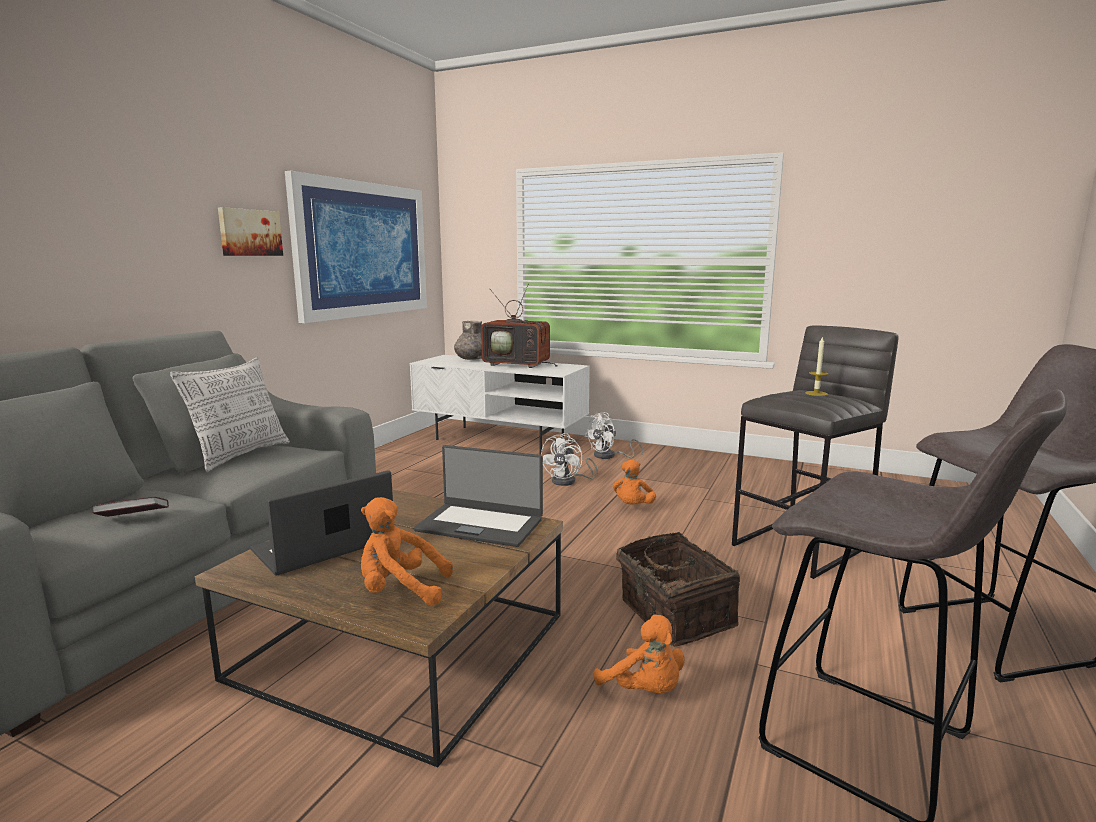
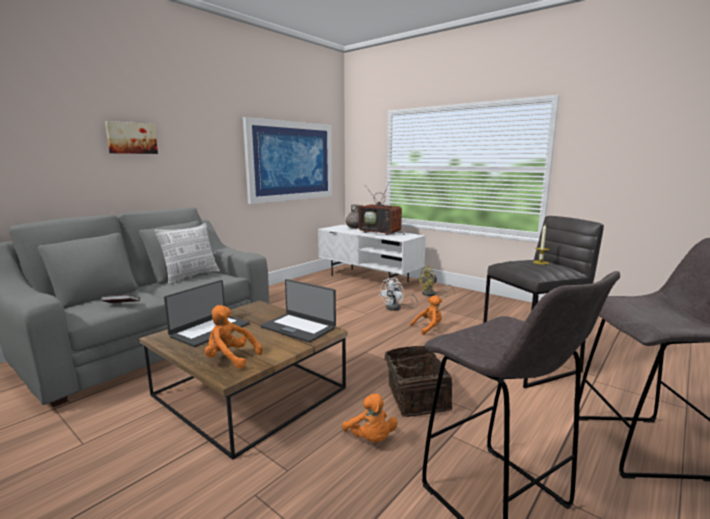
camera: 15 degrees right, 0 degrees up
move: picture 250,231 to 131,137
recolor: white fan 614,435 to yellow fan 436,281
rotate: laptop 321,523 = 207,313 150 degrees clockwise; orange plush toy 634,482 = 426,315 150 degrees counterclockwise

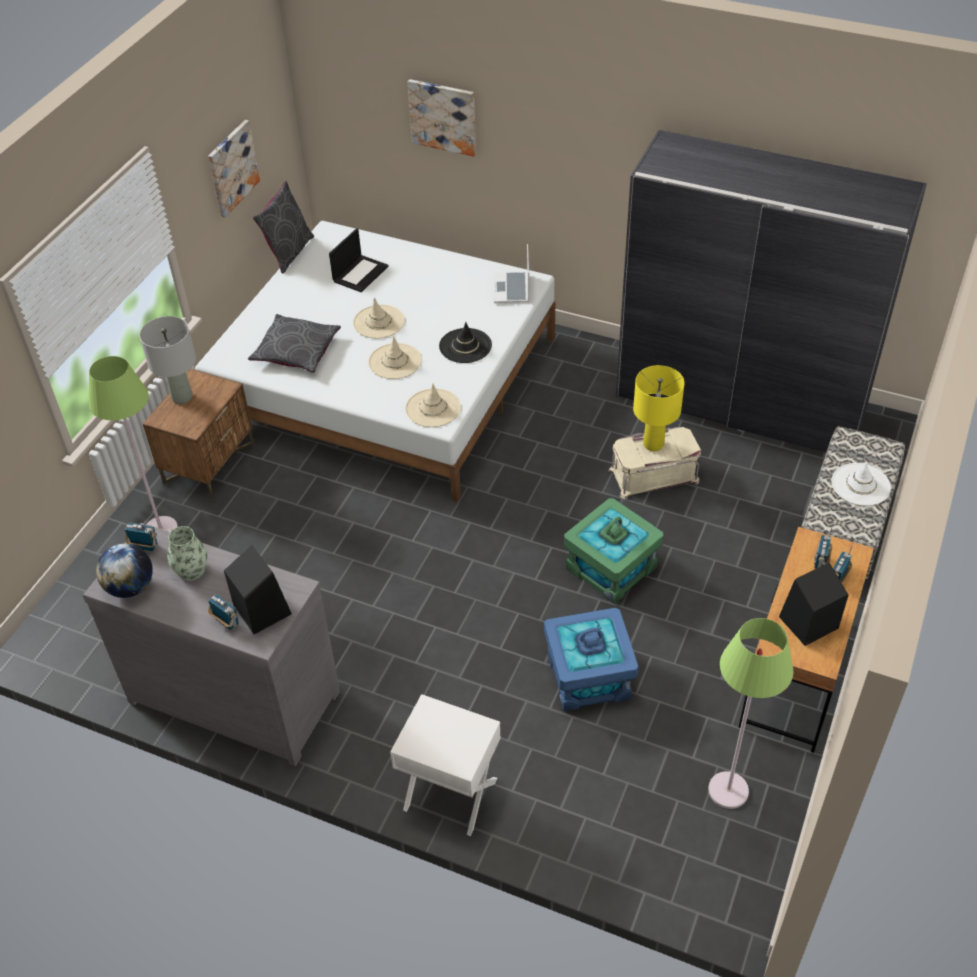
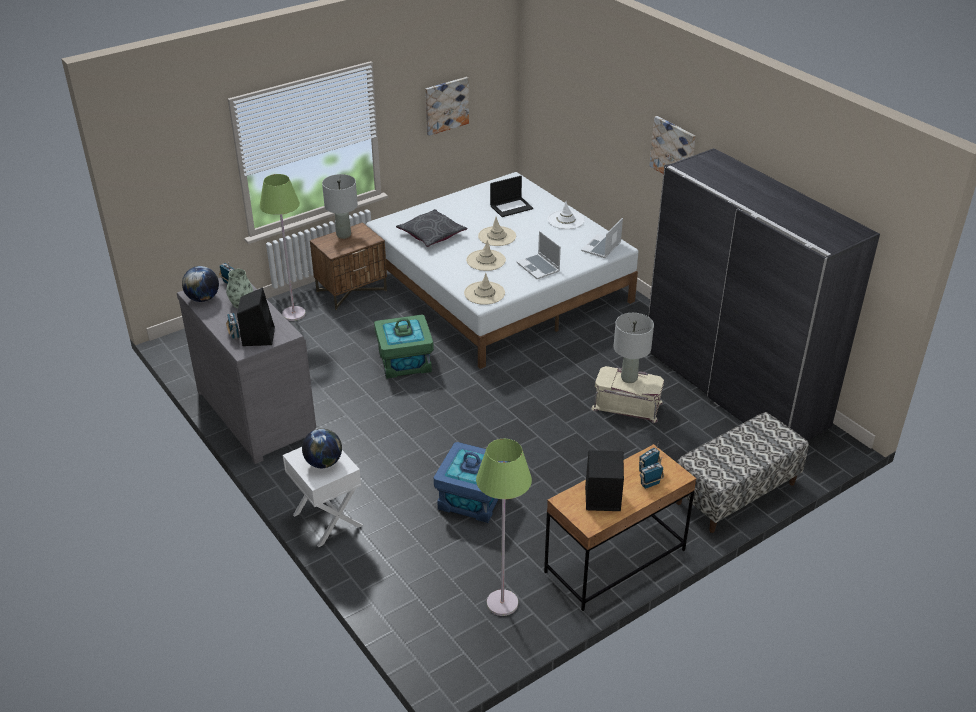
camera: 30 degrees right, 10 degrees down
delete: grey pillow 283,227
insert: globe 322,448
move: picture 442,118 to 672,145; green storage box 613,551 to 404,347; white hat 861,484 to 566,215
replace: black hat 465,342 to laptop 539,255
recolor: yellow table lamp 658,408 to grey table lamp 634,348

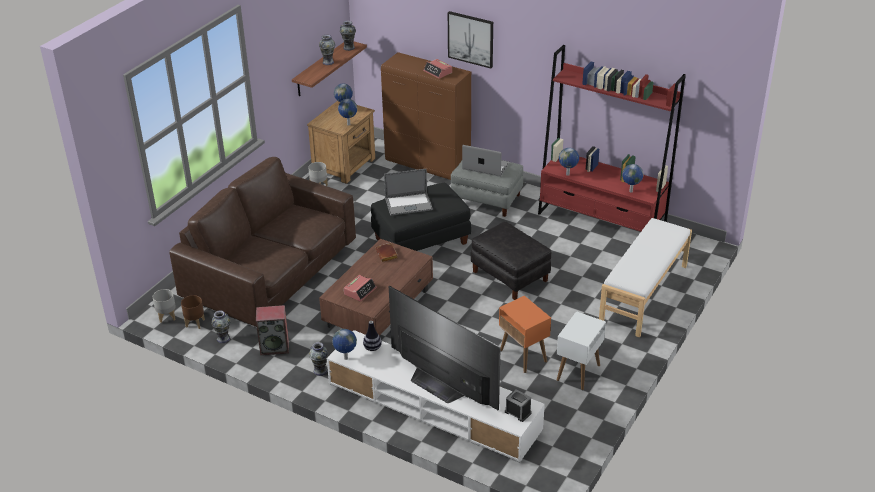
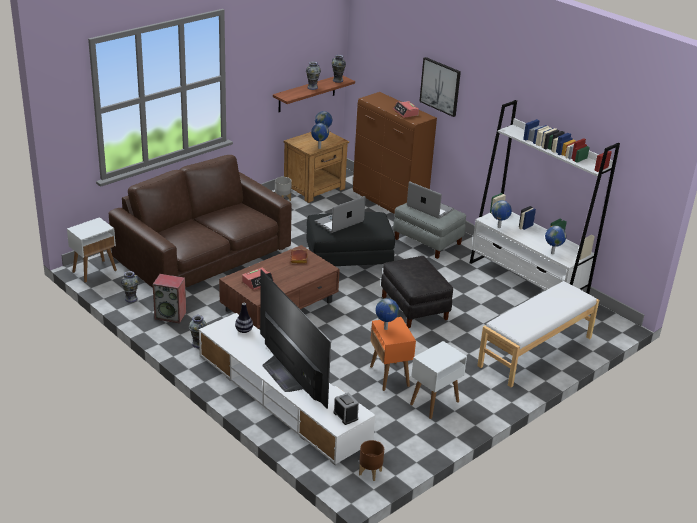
camera: 15 degrees right, 5 degrees down
move: brown planter 193,312 to 371,460; globe 344,344 to 387,314
replace: grey planter 164,306 to white side table 92,250
recolor: red bookcase 612,138 to white bookcase 545,197
rotate: laptop 408,192 = 340,214 135 degrees clockwise

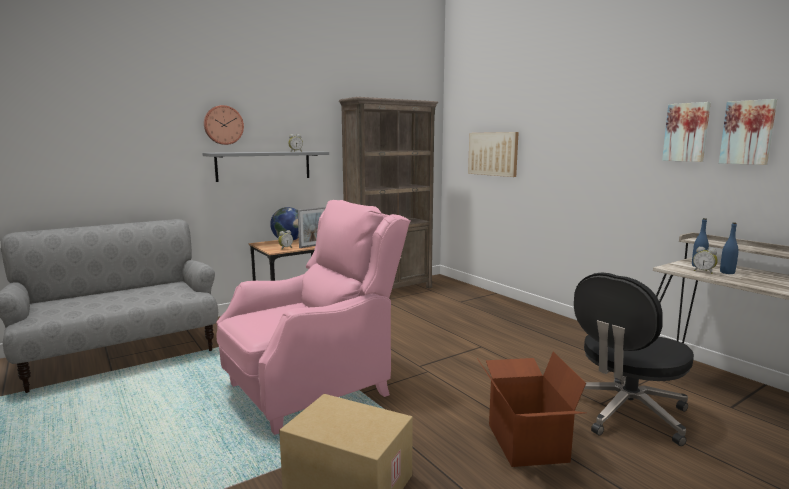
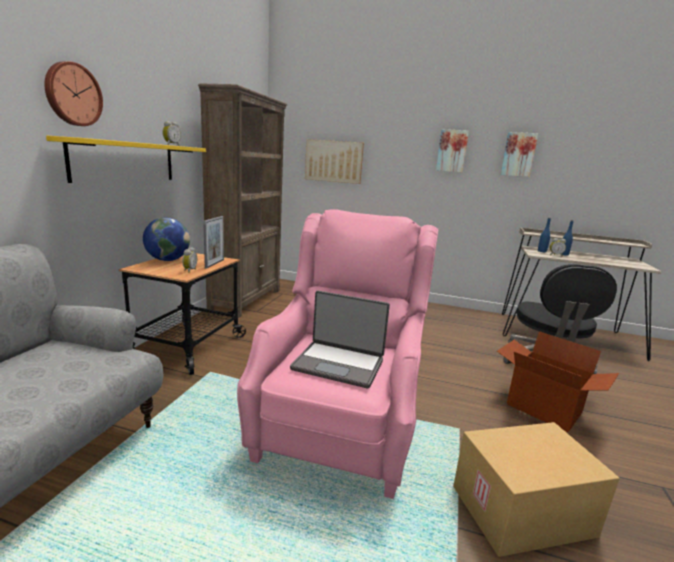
camera: 40 degrees left, 5 degrees up
insert: laptop 340,340
move: picture 748,132 to 452,150
recolor: grey shelf 265,166 to yellow shelf 126,159

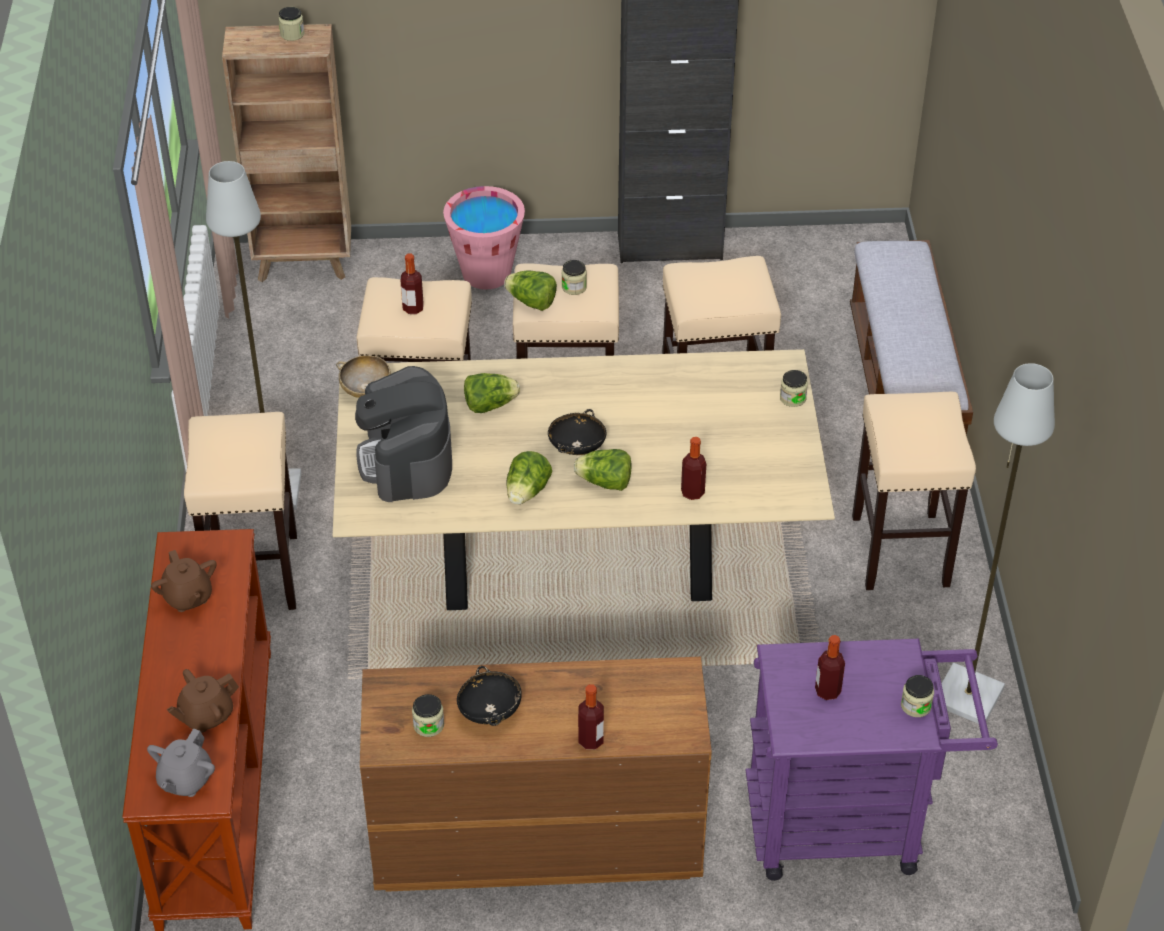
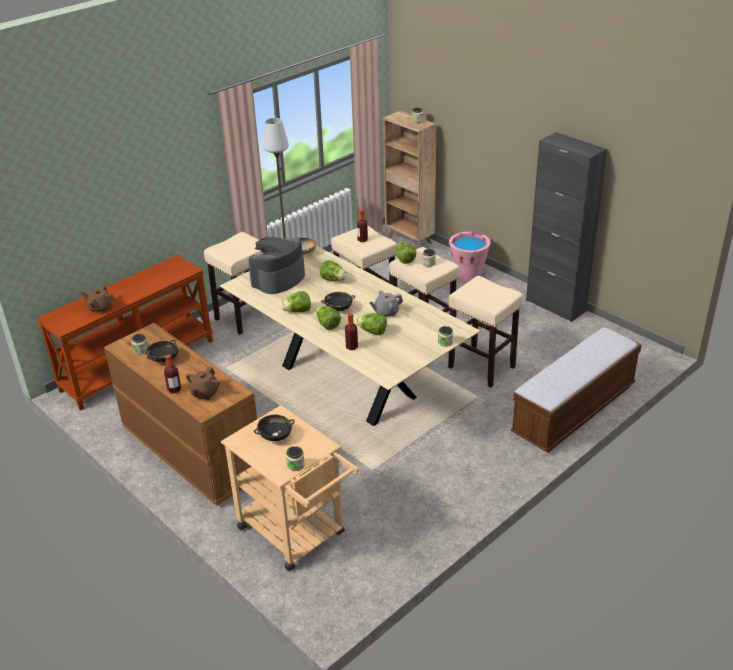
camera: 50 degrees right, 10 degrees down
delete: beige stool 914,491; grey floor lamp 998,543
insert: lettuce 371,324
move: grey teapot 181,762 to 386,303; brown teapot 183,581 to 203,383
replace: bottle 830,667 to black bowl 274,428
recolor: purple cart 872,760 to beige cart 290,488

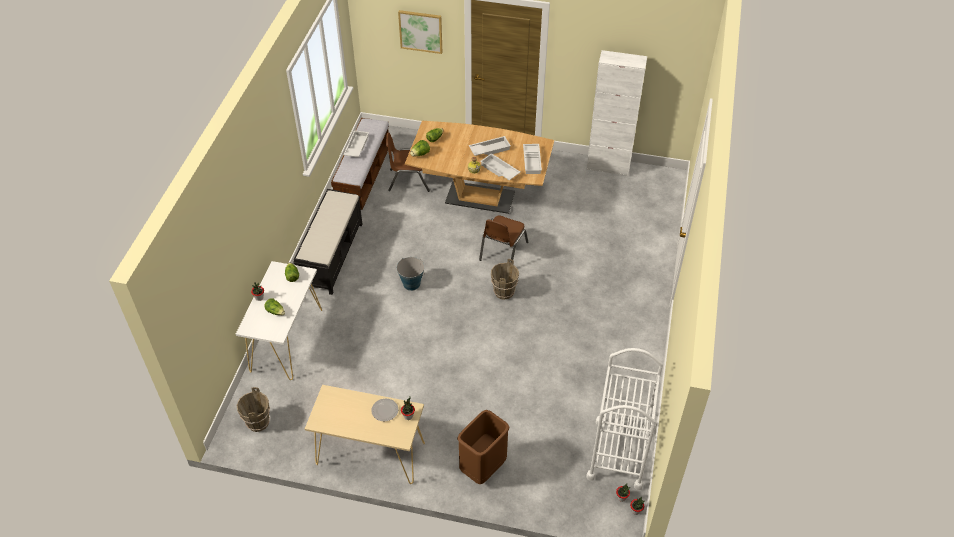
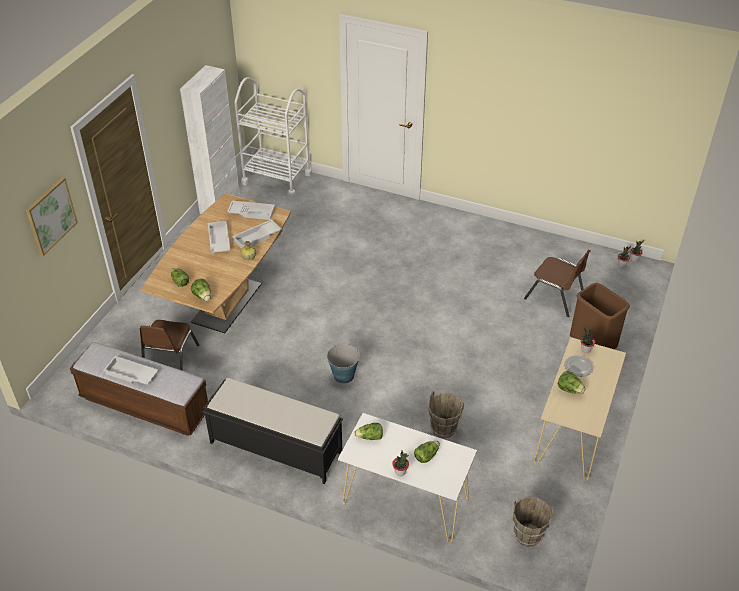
camera: 80 degrees left, 5 degrees down
insert: lettuce 571,382
move: brown chair 503,238 to 557,283; brown bucket 505,279 to 446,415; white cart 625,419 to 273,137

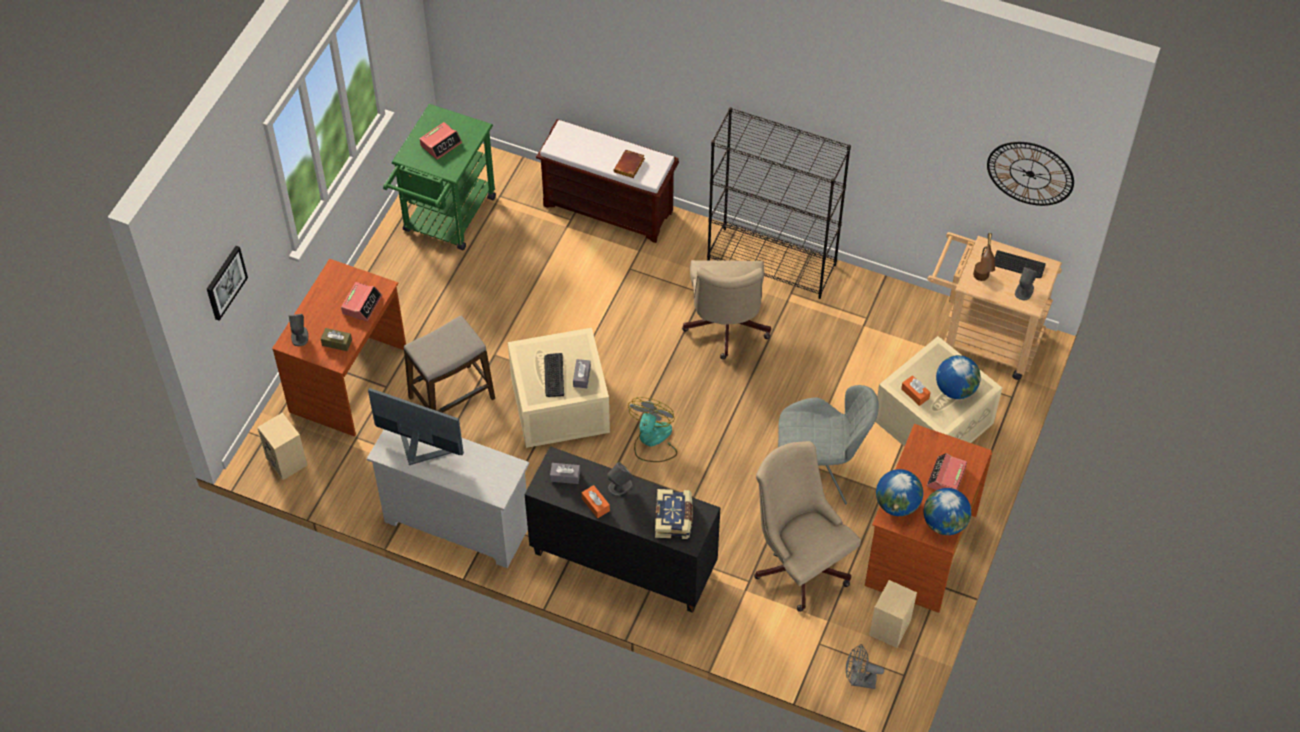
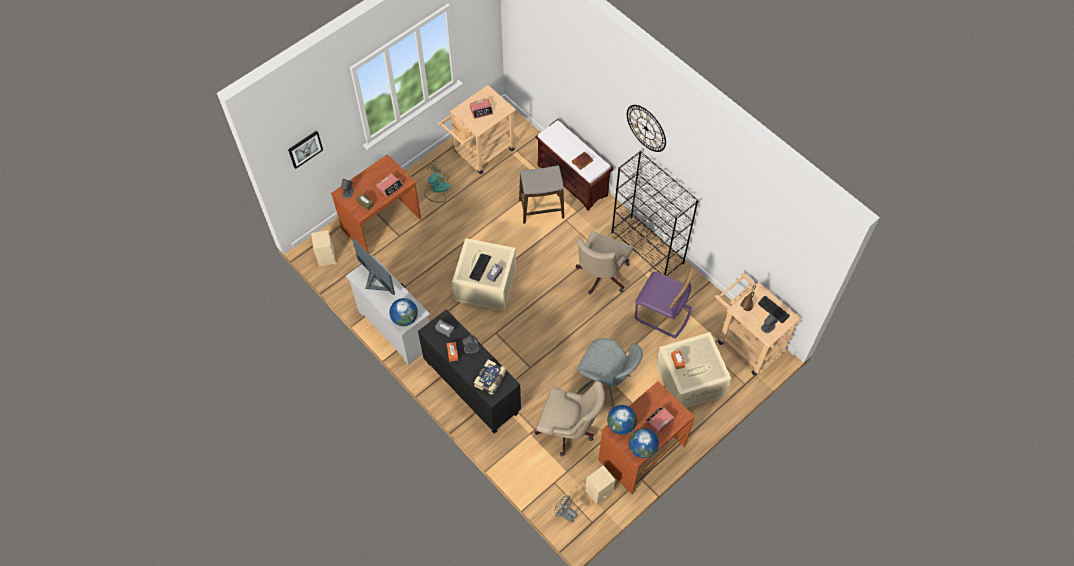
camera: 25 degrees right, 5 degrees up
insert: purple chair 664,303
move: stool 449,364 to 541,194; fan 652,429 to 437,182; globe 958,377 to 404,312; wall clock 1030,174 to 646,128
recolor: green cart 439,177 to beige cart 477,129
rotate: beige office chair 807,526 = 570,419 120 degrees clockwise

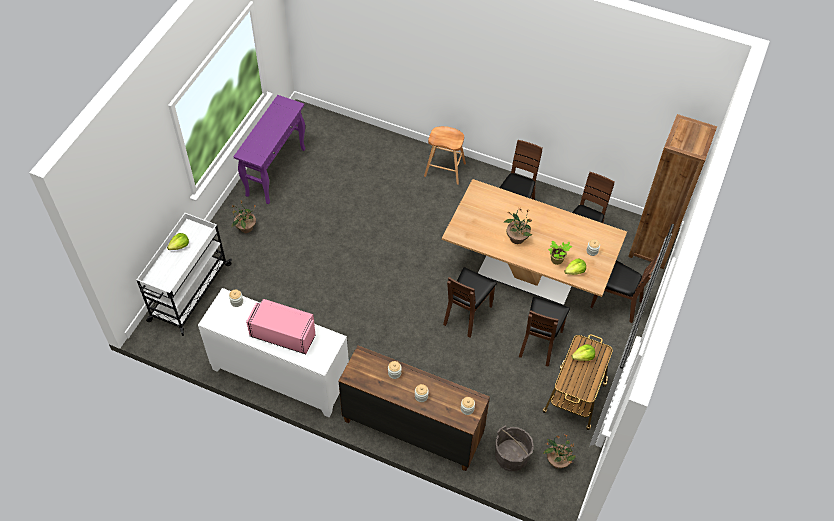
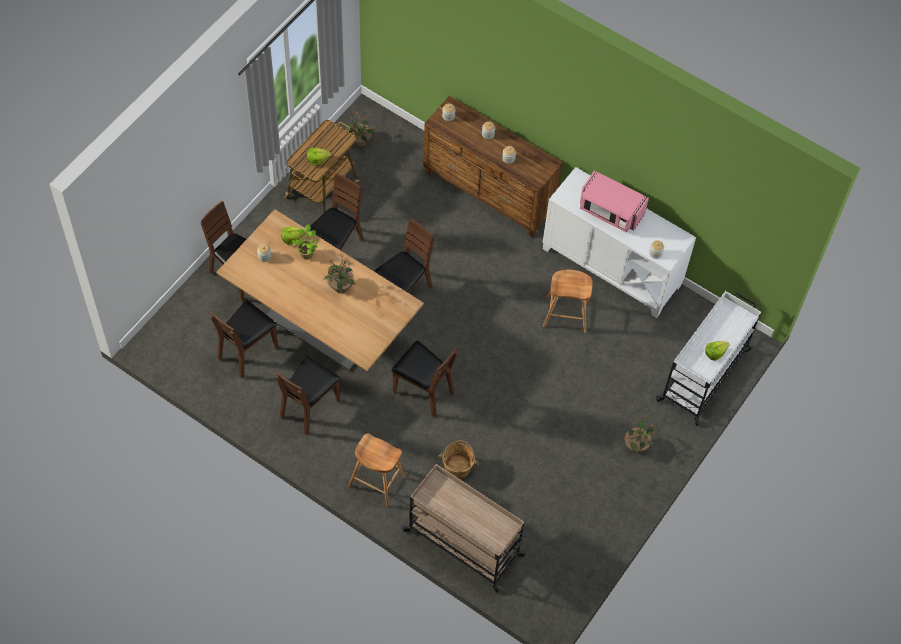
camera: 170 degrees left, 5 degrees up
delete: purple console table 269,149; grey bucket 514,448; brown bookcase 672,191
insert: brown chair 425,378; beige cart 464,528; brown bucket 458,459; brown stool 568,301

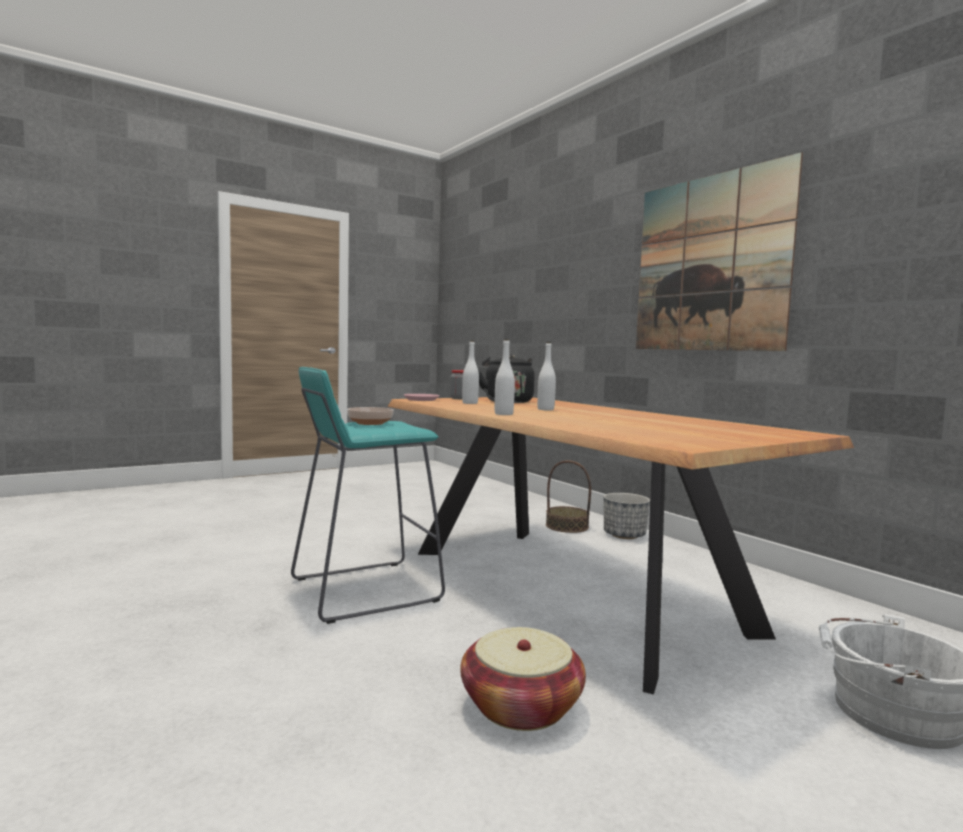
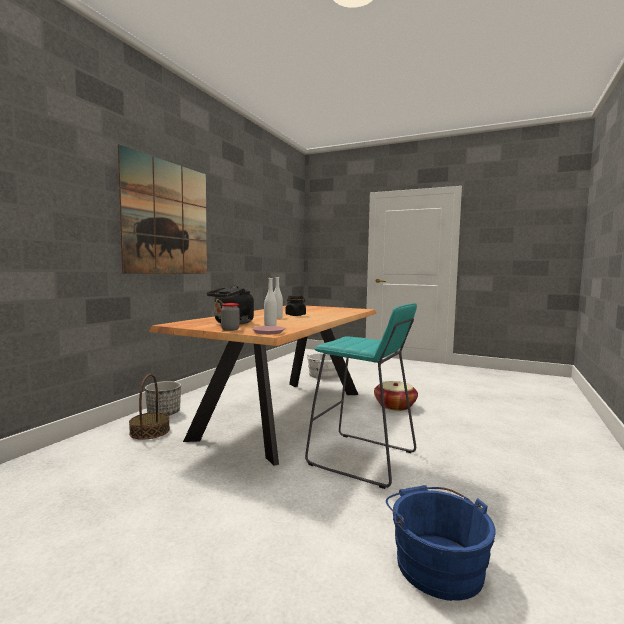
camera: 120 degrees left, 0 degrees up
delete: bowl 370,416; white bottle 505,377
insert: black jar 295,305; blue bucket 441,543

